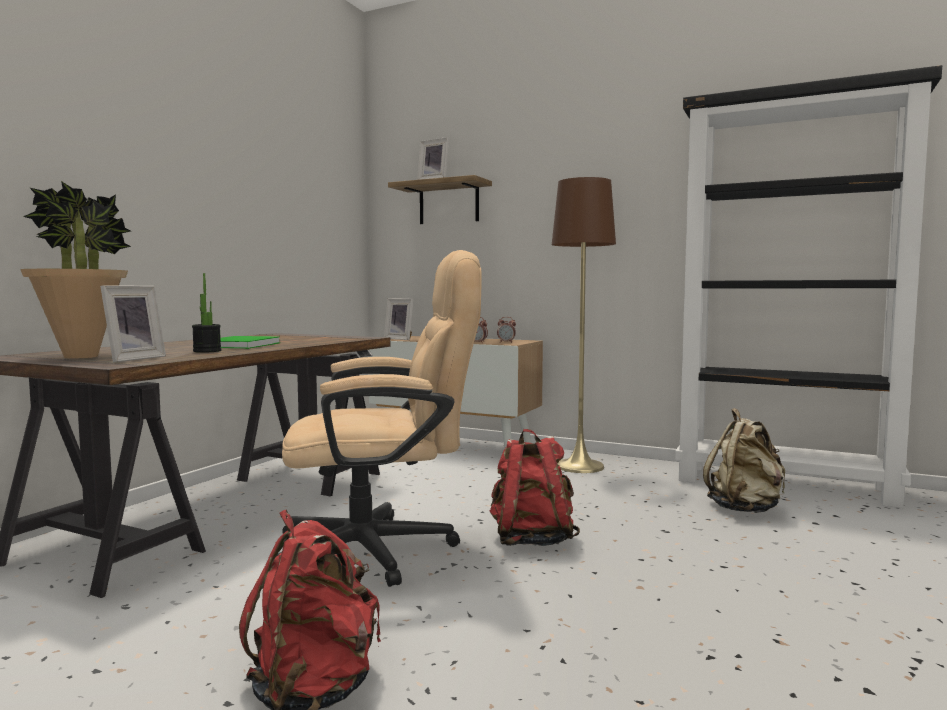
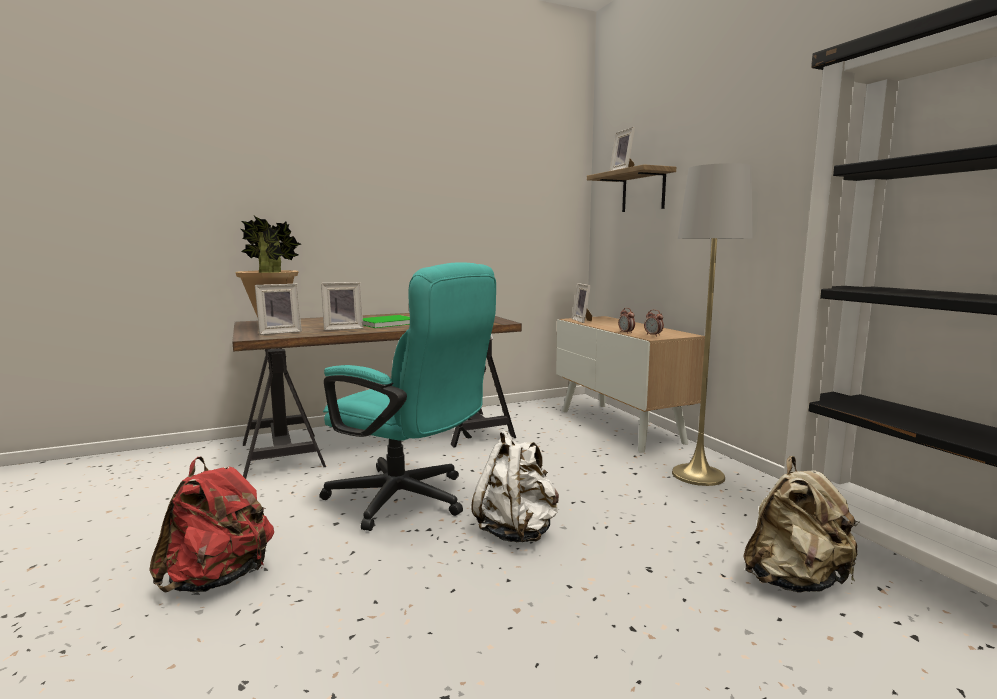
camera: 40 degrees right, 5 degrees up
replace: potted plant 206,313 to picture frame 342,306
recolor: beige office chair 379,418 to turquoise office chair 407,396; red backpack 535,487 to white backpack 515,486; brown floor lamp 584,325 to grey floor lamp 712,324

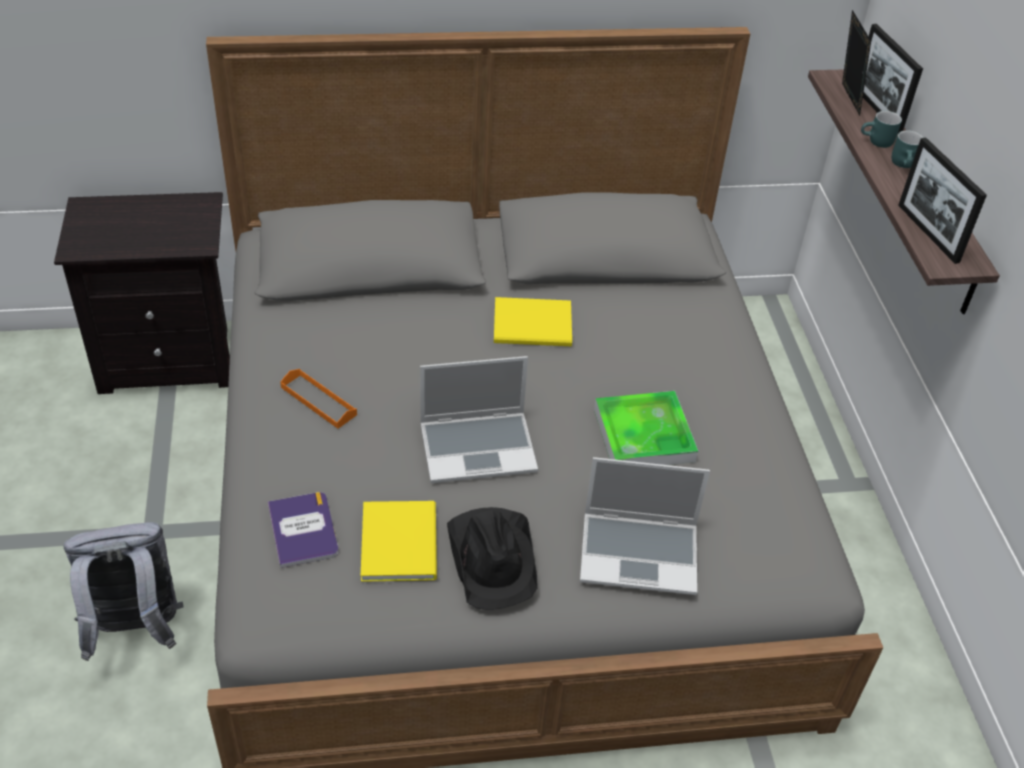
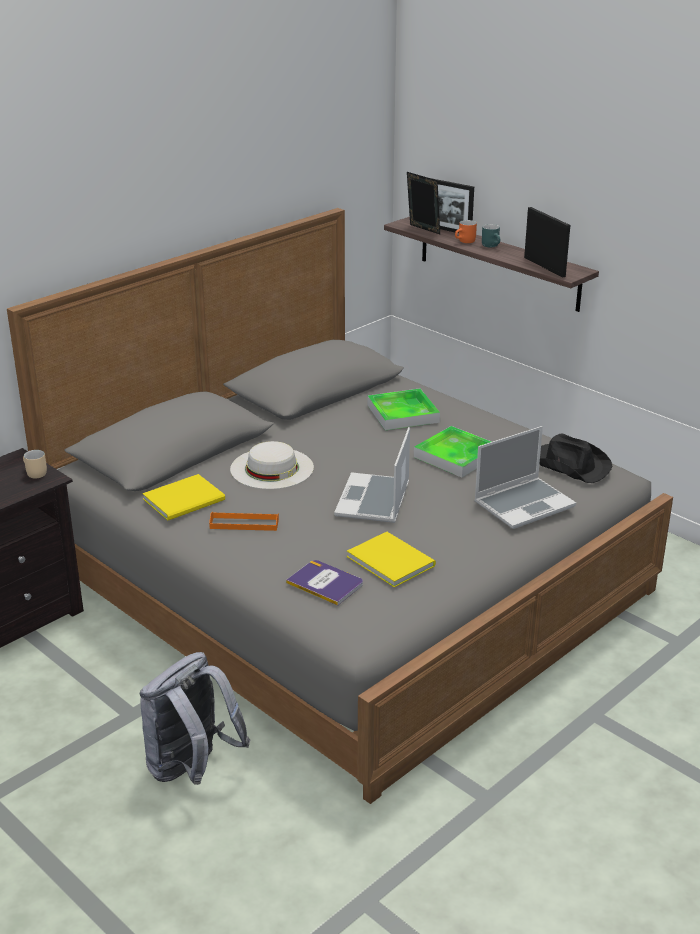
camera: 35 degrees left, 15 degrees down
insert: beige mug 35,464; white hat 272,465; tray 403,409
move: black hat 492,558 to 575,458; yellow book 533,321 to 183,497
recolor: turquoise mug 881,129 to orange mug 466,231
rotate: laptop 479,419 = 372,475 150 degrees clockwise; picture frame 942,201 = 547,242 150 degrees counterclockwise

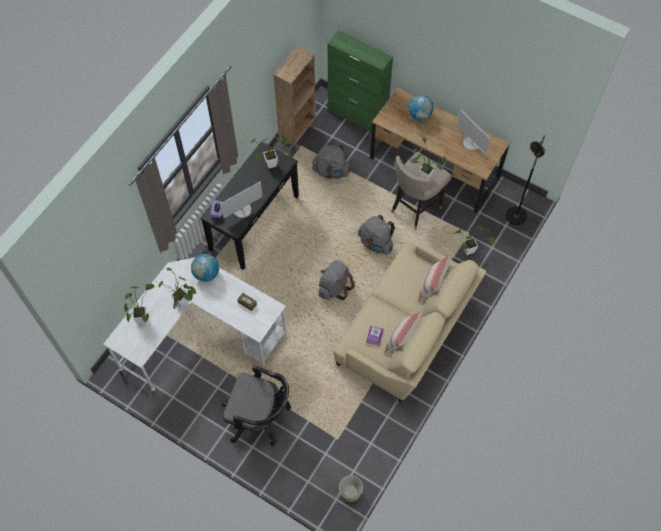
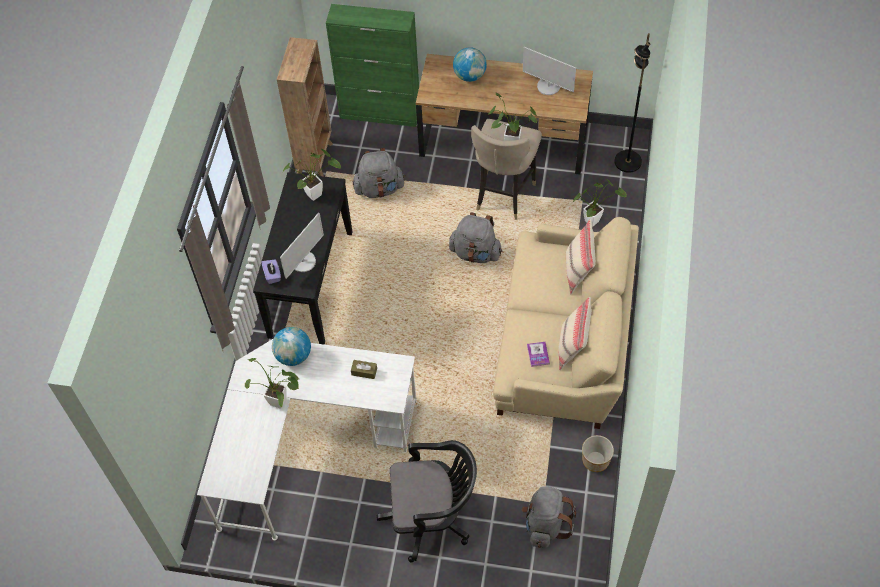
camera: 20 degrees left, 5 degrees down
delete: potted plant 139,304
move: grey backpack 336,280 to 549,517; planter 351,488 to 598,453

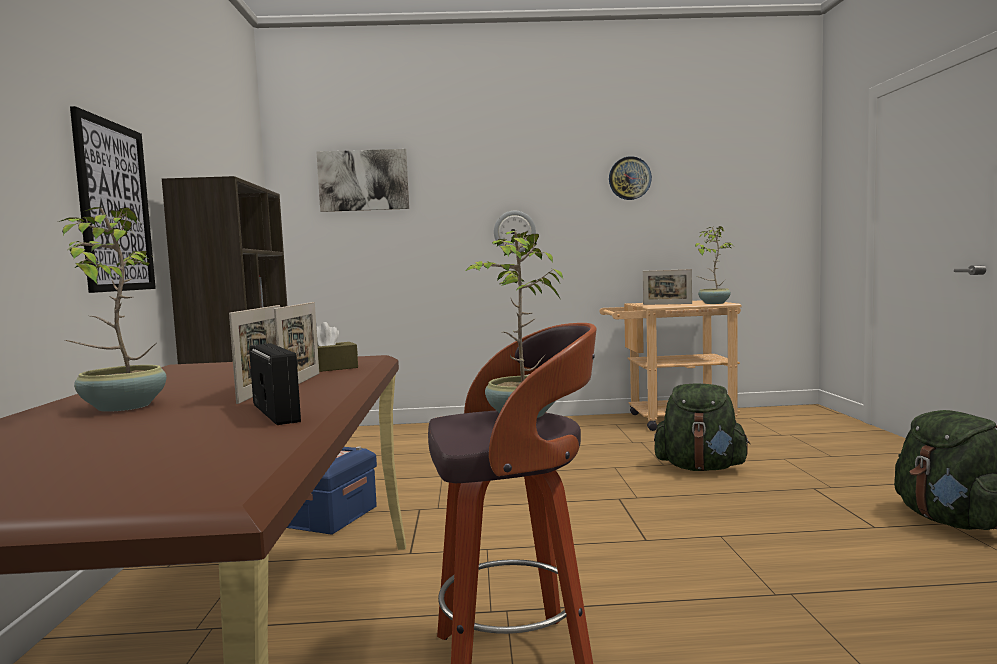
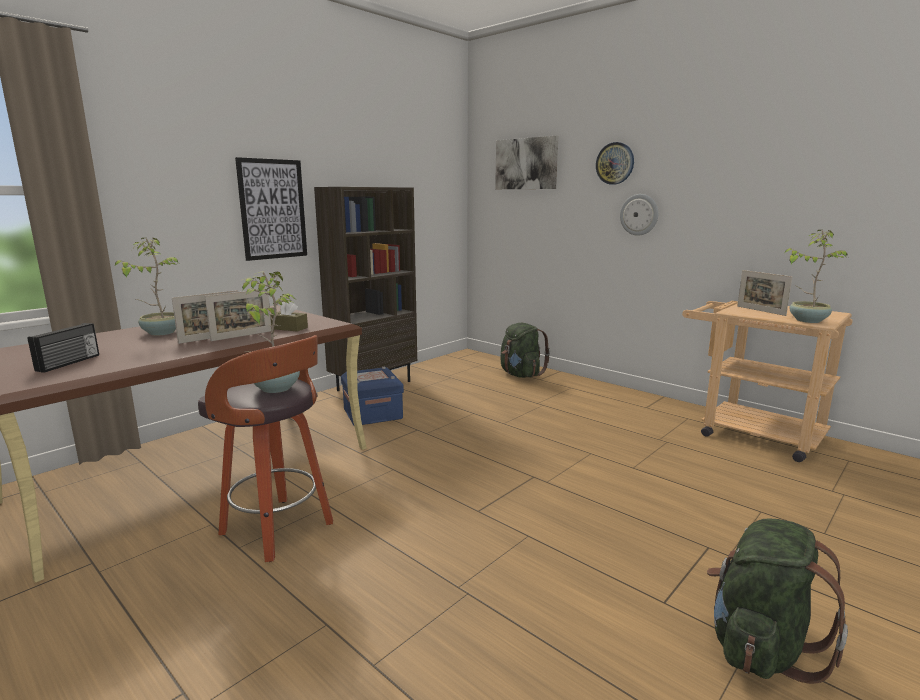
camera: 45 degrees right, 10 degrees up
move: radio 275,384 to 63,348; wall clock 630,178 to 615,163; green backpack 702,427 to 525,350

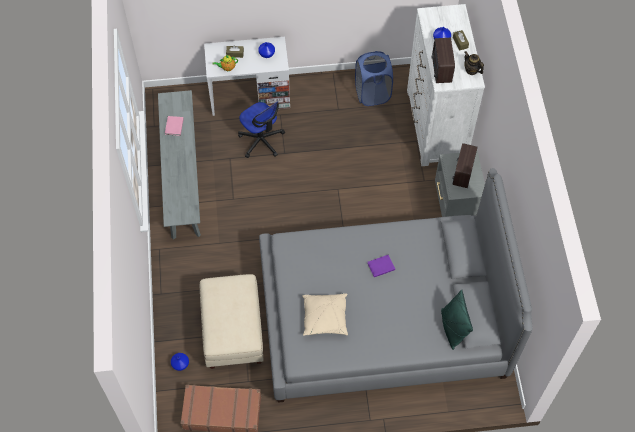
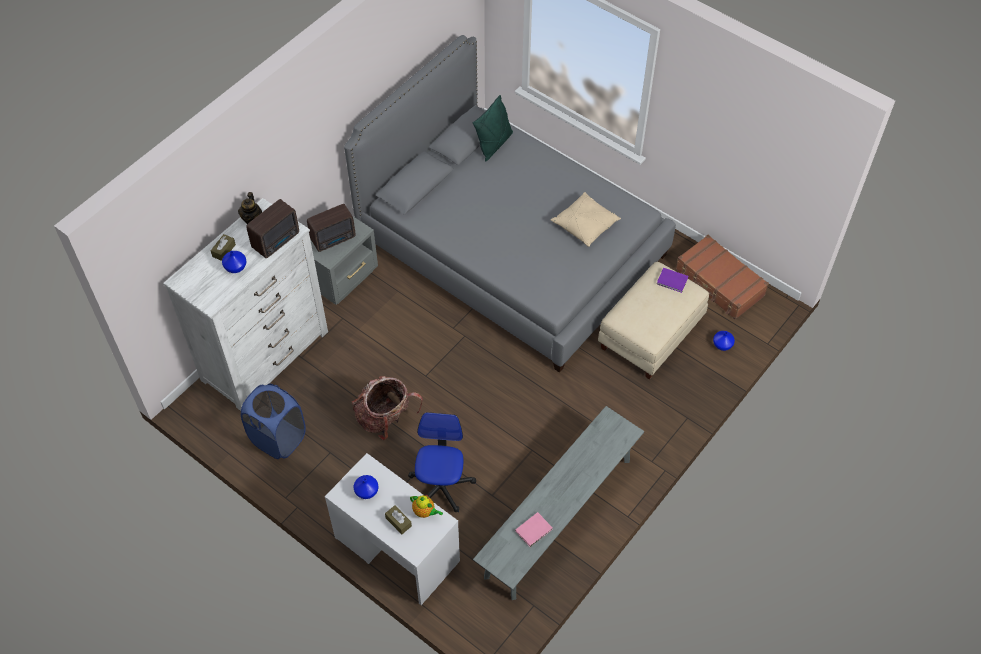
camera: 135 degrees left, 5 degrees down
insert: backpack 387,408
move: purple book 381,266 to 672,280

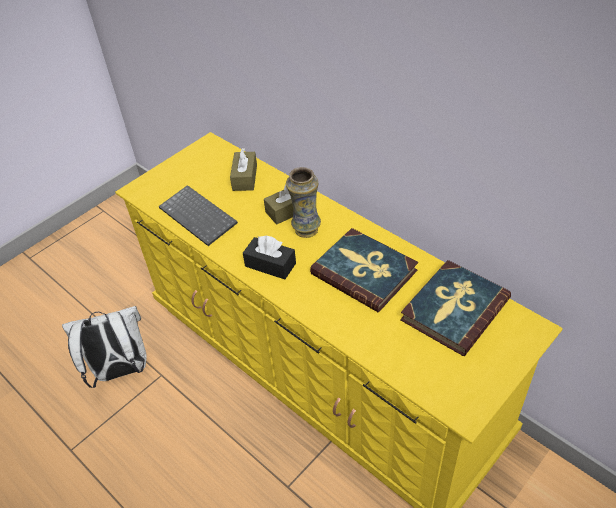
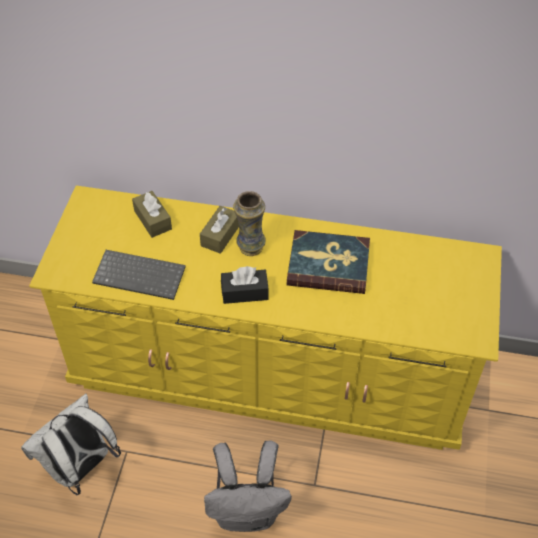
camera: 35 degrees left, 5 degrees up
delete: book 455,308
insert: grey backpack 248,486

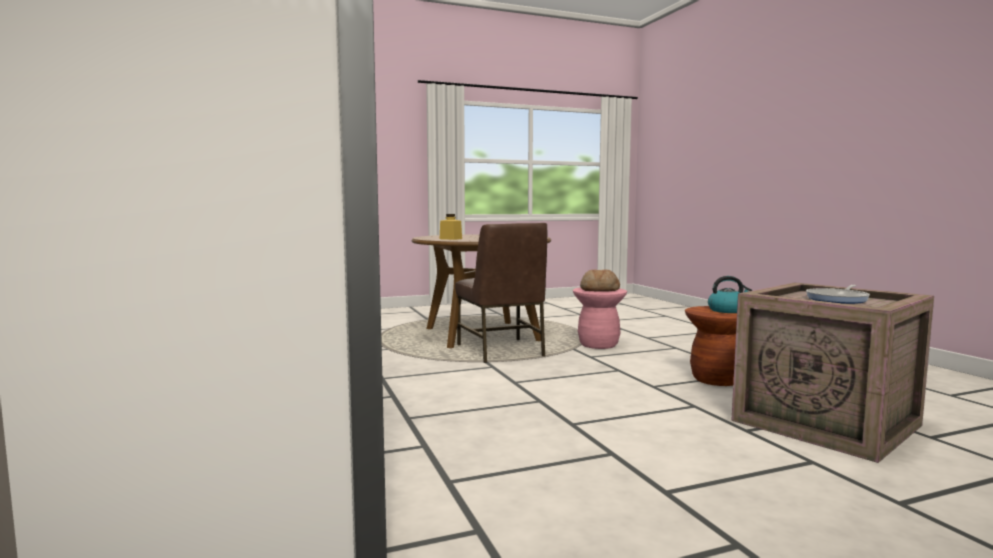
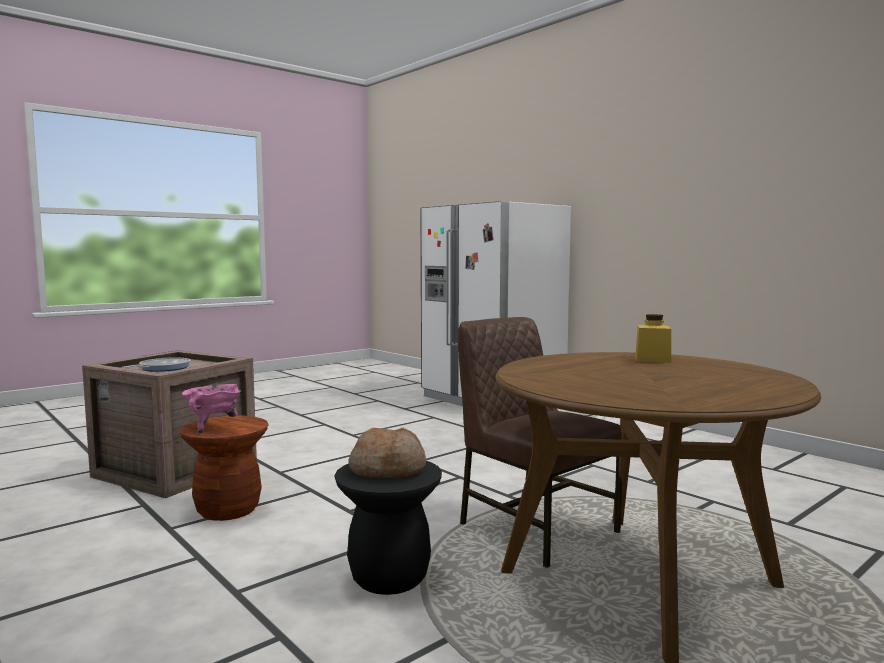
camera: 160 degrees right, 0 degrees up
replace: kettle 730,294 to pink cooking pot 211,409
recolor: pink stool 600,318 to black stool 388,528

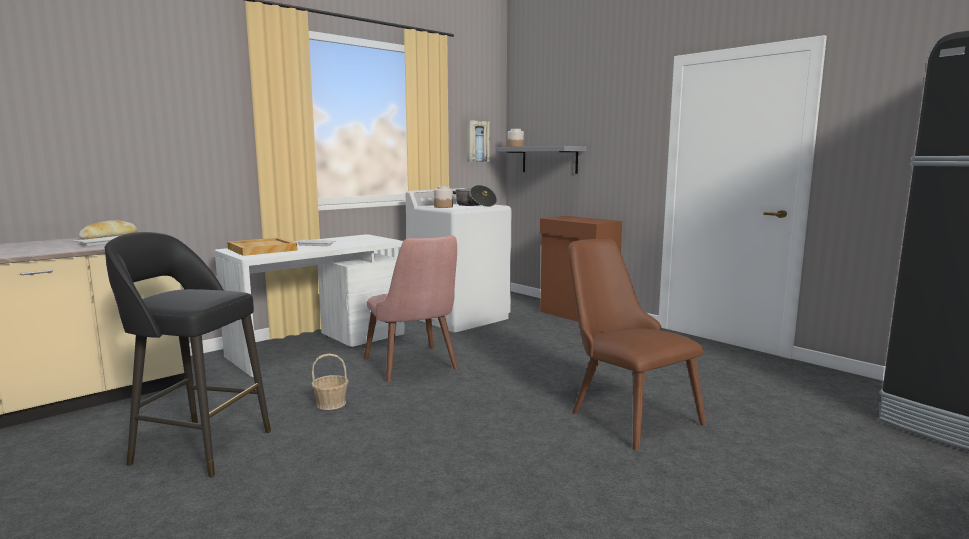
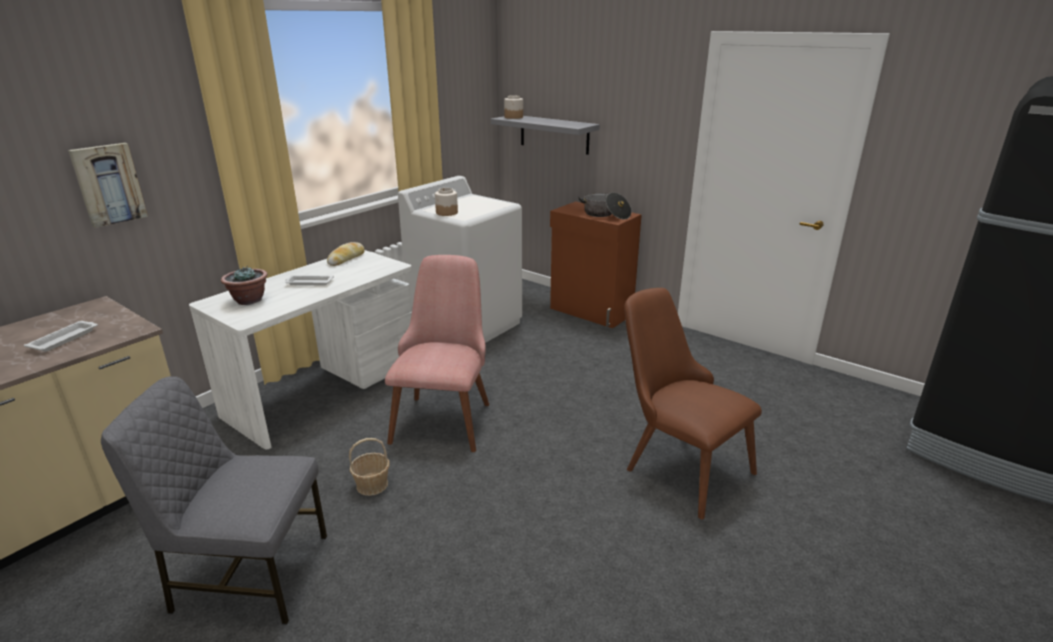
camera: 10 degrees left, 15 degrees up
move: bread 108,230 to 346,254; cooking pot 475,196 to 605,205; picture 478,141 to 108,185
replace: black stool 188,354 to grey chair 214,500; beige tray 262,246 to potted plant 244,285
rotate: pink chair 411,308 = 437,353 135 degrees counterclockwise

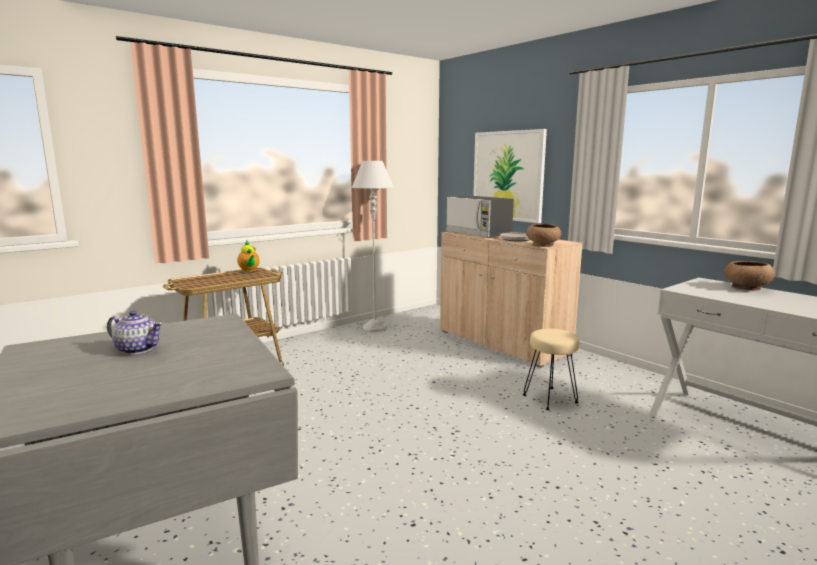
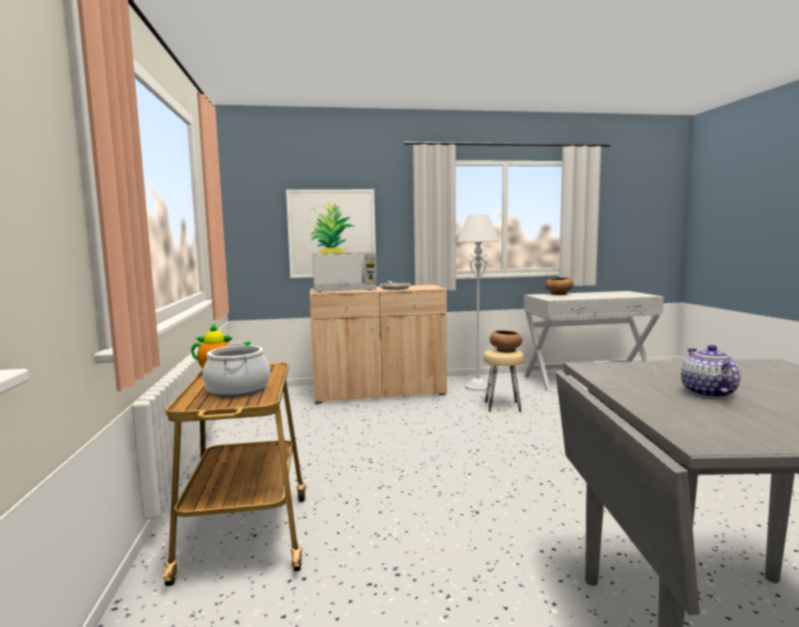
camera: 60 degrees left, 5 degrees down
insert: cooking pot 236,370
move: grey floor lamp 373,246 to 478,302; brown bowl 543,235 to 506,341
rotate: teapot 135,333 = 710,371 45 degrees counterclockwise

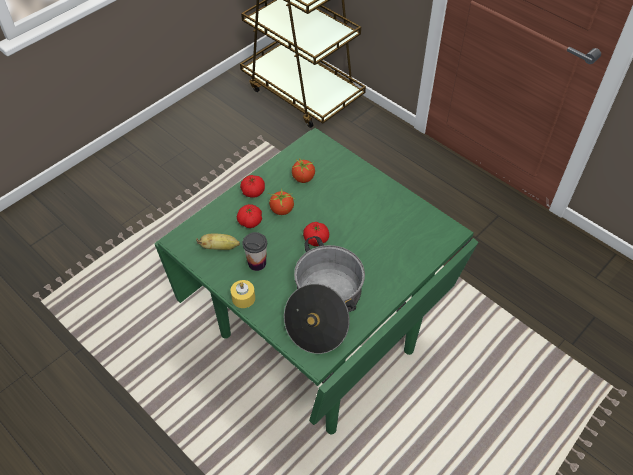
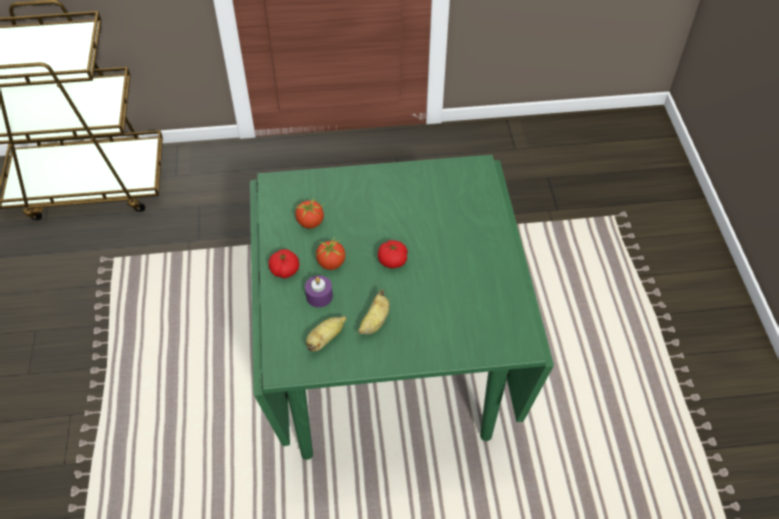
camera: 50 degrees left, 0 degrees up
delete: yellow candle 243,294; cooking pot 324,295
replace: tomato 249,216 to purple candle 319,291; cup 254,251 to banana 374,312

